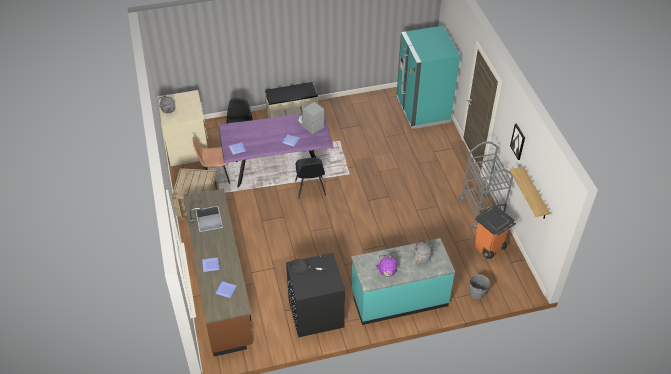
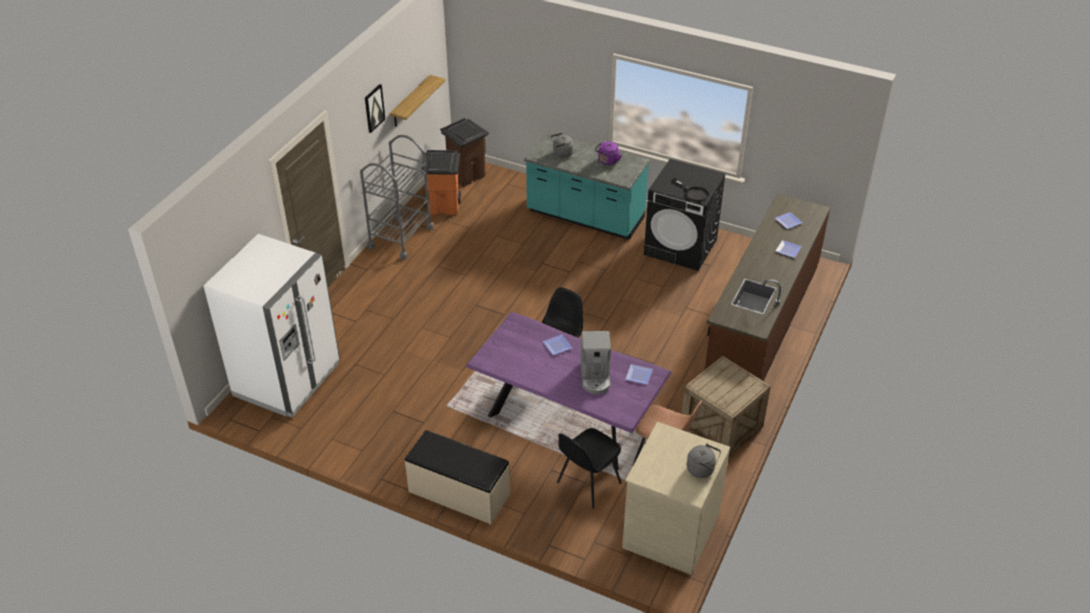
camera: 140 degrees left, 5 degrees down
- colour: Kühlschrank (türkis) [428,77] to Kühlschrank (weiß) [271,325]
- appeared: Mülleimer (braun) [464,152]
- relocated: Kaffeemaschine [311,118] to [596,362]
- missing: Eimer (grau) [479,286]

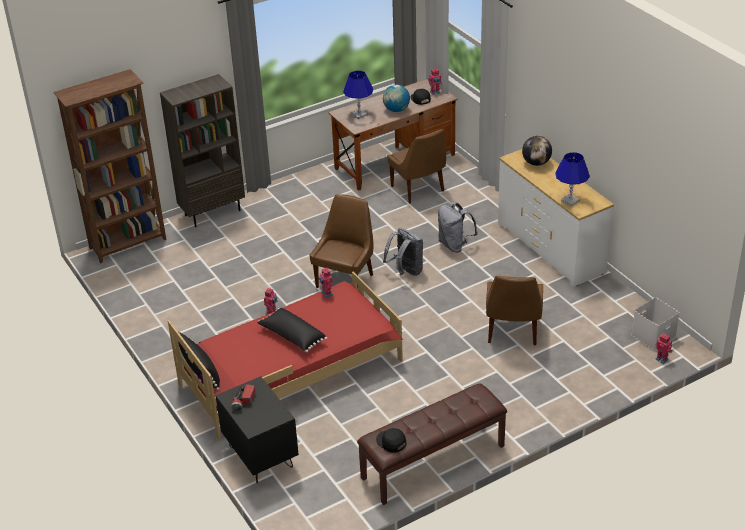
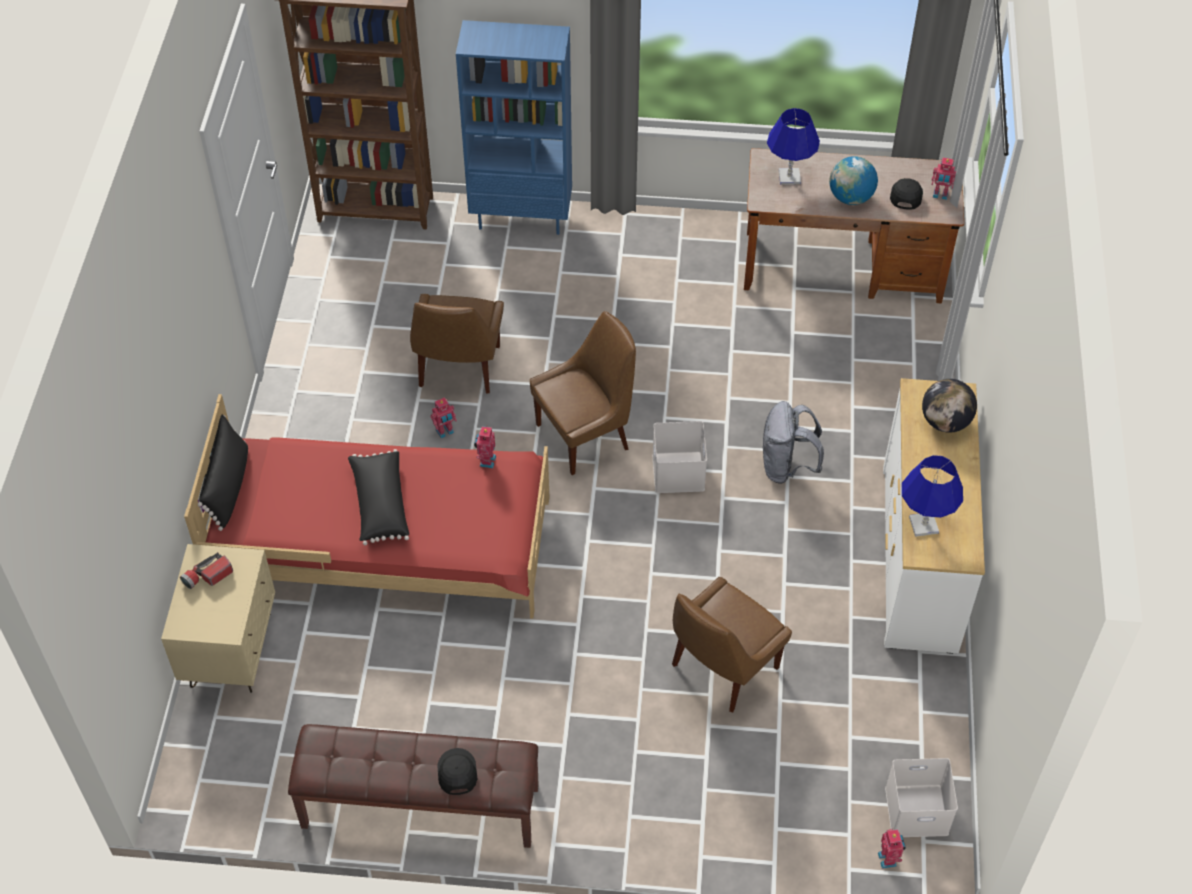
camera: 35 degrees right, 15 degrees up
- colour: Nachttisch (schwarz) [257,429] to Nachttisch (beige) [218,618]
- relocated: Stuhl (braun) [416,166] to [457,344]
- relocated: Kappe (schwarz) [391,440] to [457,771]
- colour: Bücherregal (braun) [202,150] to Bücherregal (blau) [514,127]
- exchanged: Rucksack (grau) [403,252] to Aufbewahrungsbox (weiß) [679,457]

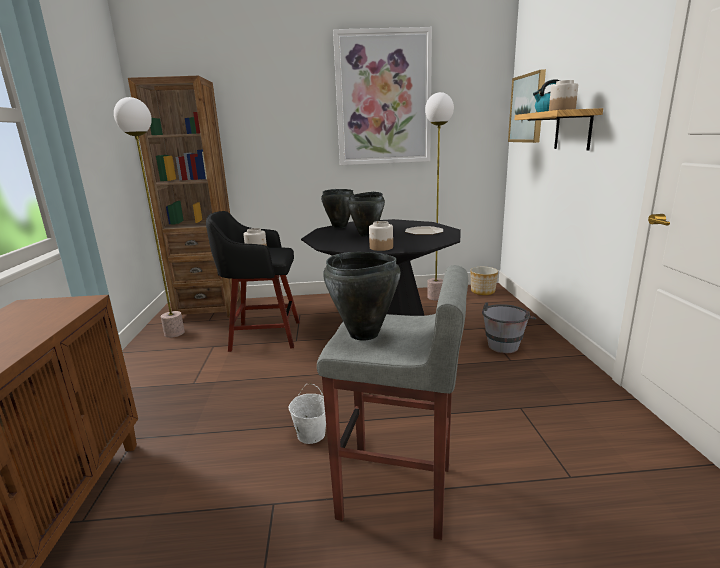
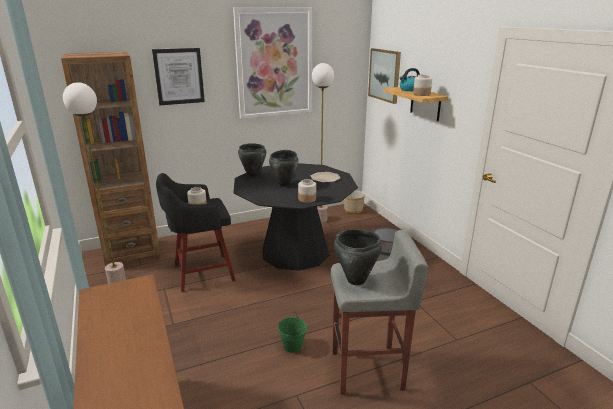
camera: 20 degrees left, 5 degrees up
- appeared: Bild [178,76]
- colour: Eimer (weiß) [307,414] to Eimer (grün) [292,332]

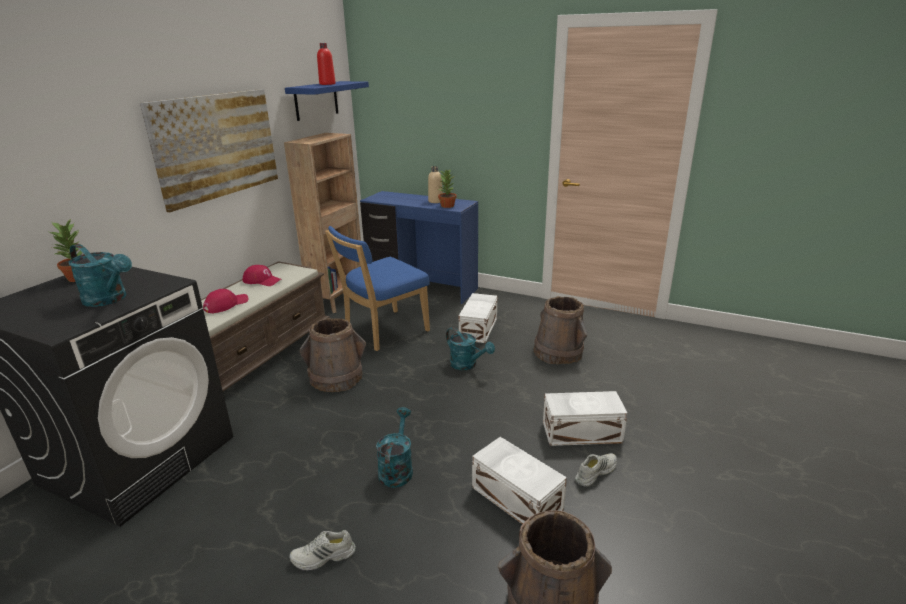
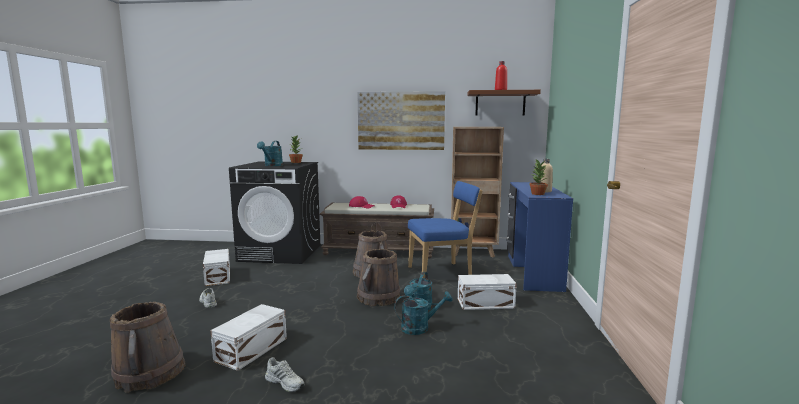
camera: 70 degrees right, 15 degrees down
- relocated: Aufbewahrungsbox (weiß) [585,418] to [216,267]
- relocated: Eimer (braun) [560,330] to [378,277]
- relocated: Gießkanne (türkis) [394,447] to [423,313]
- spun: Stuhl (blau) [377,288] = [445,229] 135 degrees clockwise
- colour: Wandregal (blau) [327,101] to Wandregal (braun) [504,103]

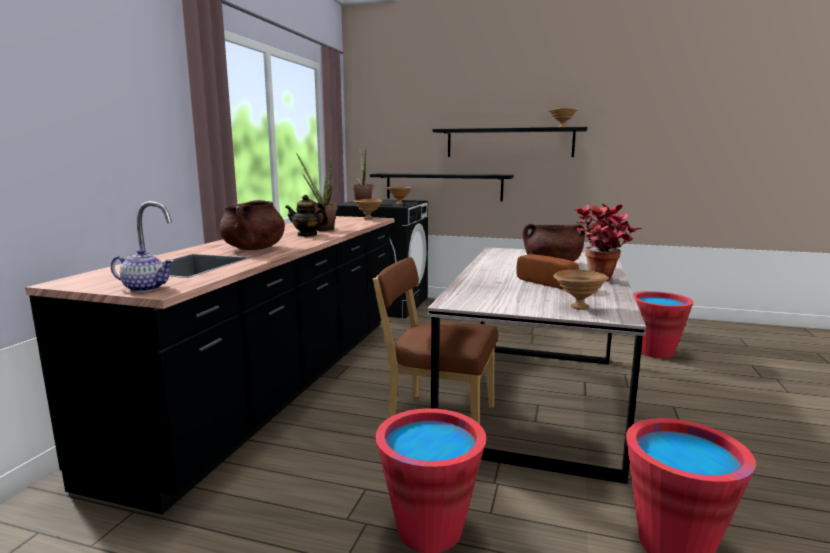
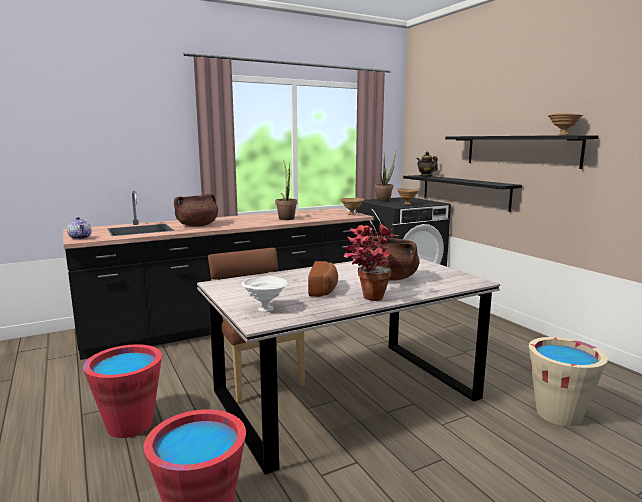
camera: 45 degrees right, 0 degrees up
- colour: Schüssel (braun) [581,290] to Schüssel (weiß) [264,294]
- relocated: Teekanne [307,216] to [427,164]
- colour: Eimer (rot) [663,324] to Eimer (beige) [568,381]

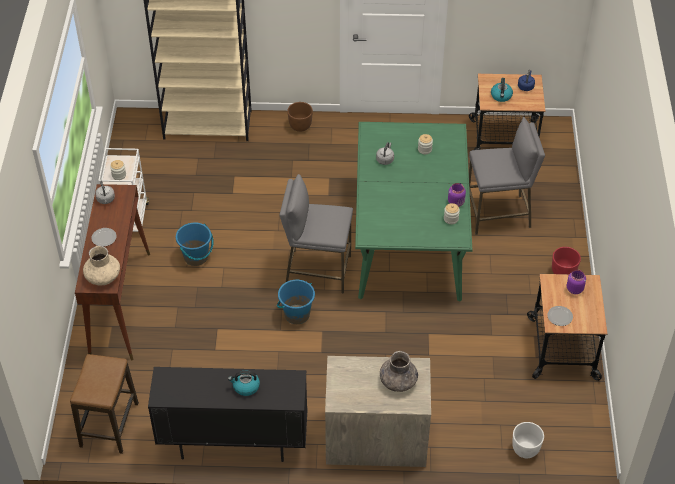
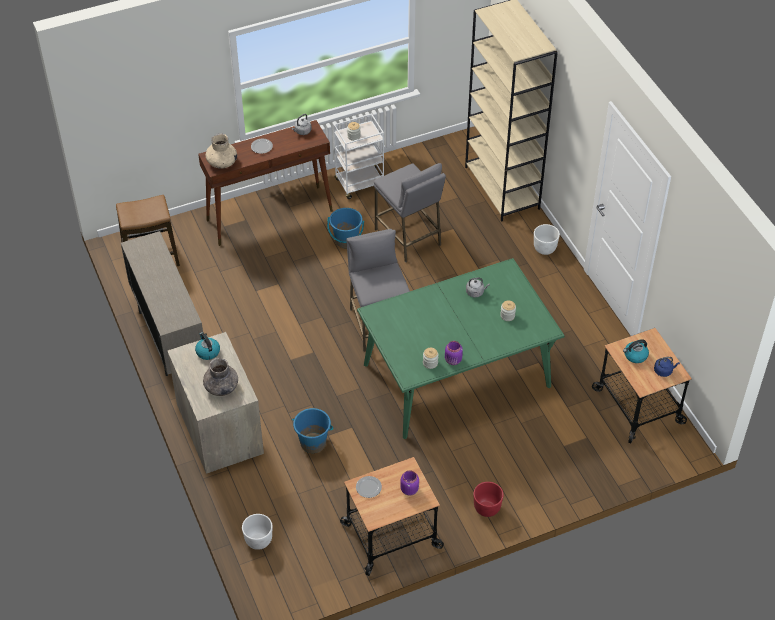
camera: 65 degrees right, 0 degrees up
- colour: Schrank (schwarz) [228,414] to Schrank (beige) [164,303]
- relocated: Wasserkessel [244,383] to [207,346]
- relocated: Eimer (blau) [296,302] to [313,430]
- relocated: Hocker (grau) [507,176] to [410,212]
- colour: Pflanzkübel (braun) [300,117] to Pflanzkübel (weiß) [547,239]

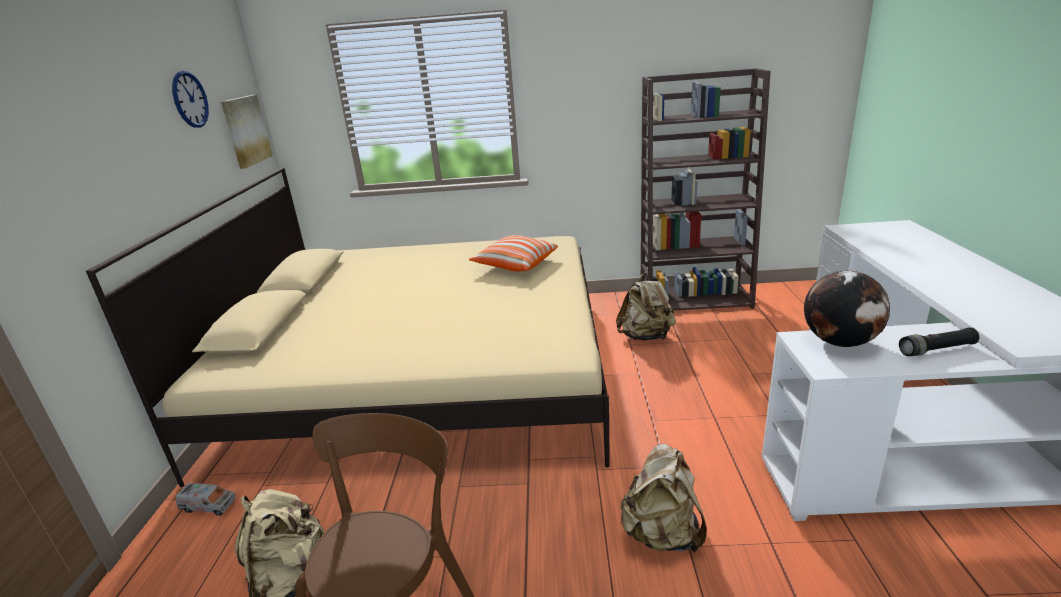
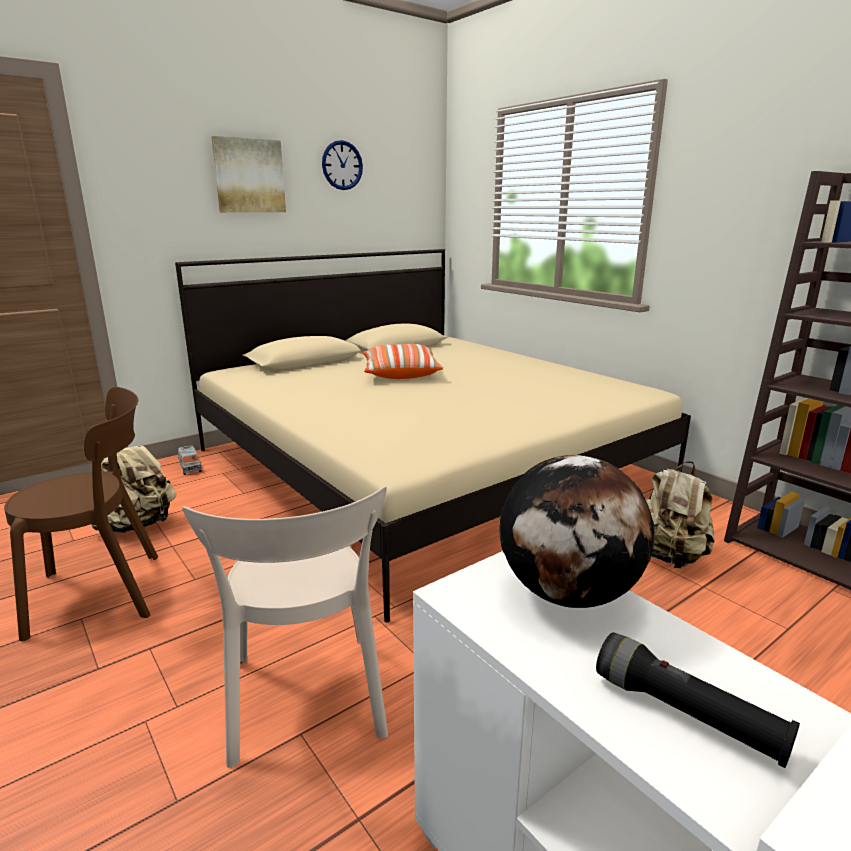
camera: 50 degrees right, 5 degrees down
- exchanged: Rucksack (beige) [663,498] to Stuhl (beige) [285,627]
- relocated: Bild [247,132] to [248,174]
- relocated: Kissen [513,253] to [403,361]

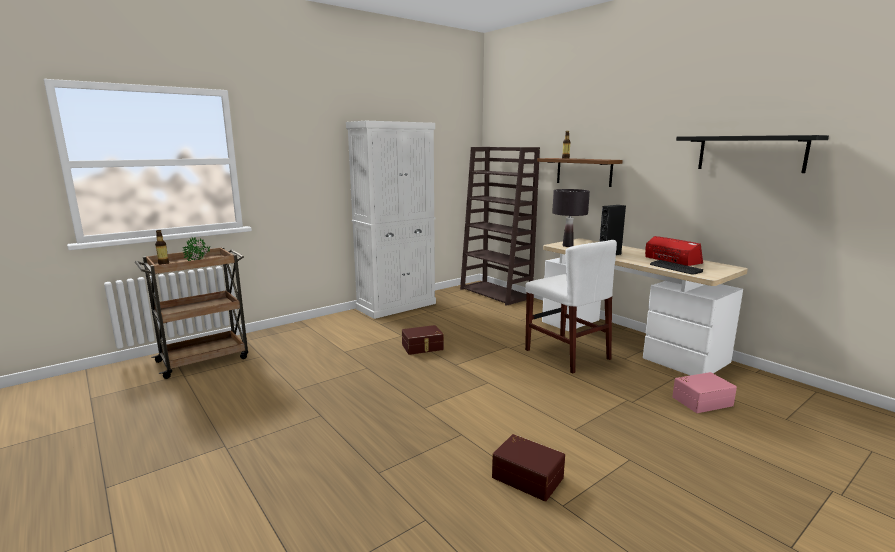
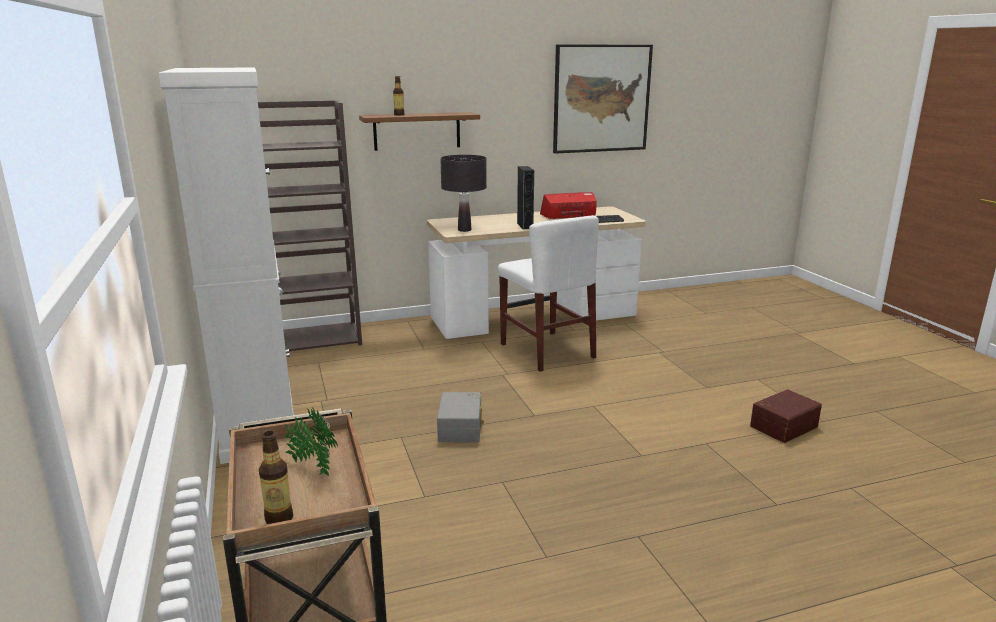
camera: 70 degrees left, 5 degrees up
- colour: Aufbewahrungsbox (braun) [423,340] to Aufbewahrungsbox (grau) [460,417]
- spun: Stuhl (weiß) [571,306] = [548,293] 75 degrees clockwise
- exchanged: Wandregal (schwarz) [752,154] to Bild [603,99]
- missing: Aufbewahrungsbox (rosa) [704,392]

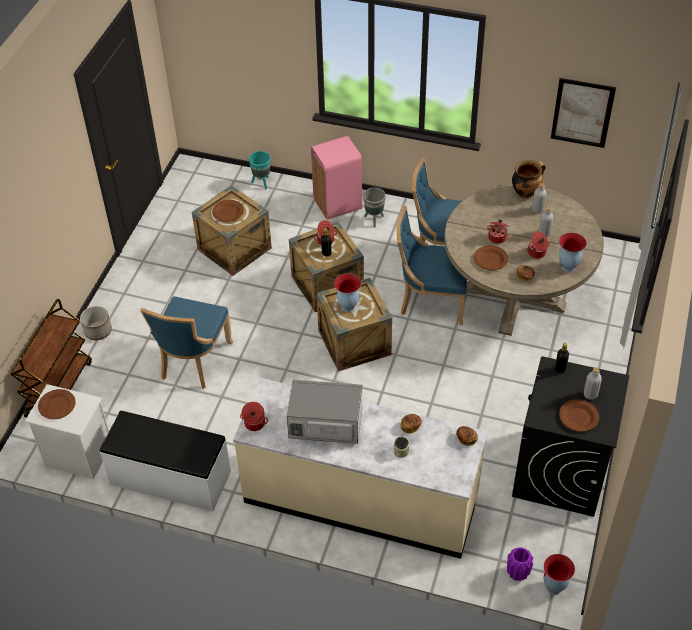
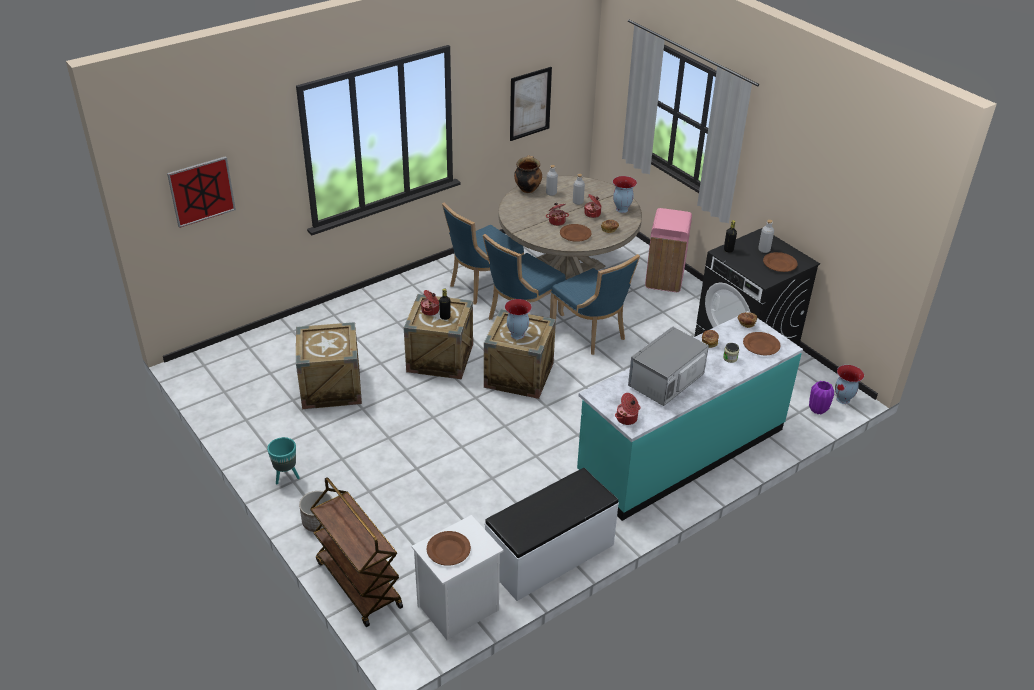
camera: 55 degrees left, 10 degrees down
- appeared: Bild [201,192]
- relocated: Pflanzkübel (türkis) [260,170] to [283,460]
- relocated: Stuhl (blau) [186,342] to [595,304]
- colour: Küchenzeile (beige) [360,468] to Küchenzeile (türkis) [690,416]
- relocated: Mülleimer (rosa) [336,178] to [668,250]
- relocated: Teller (braun) [228,211] to [761,343]
- missing: Pflanzkübel (grau) [374,208]

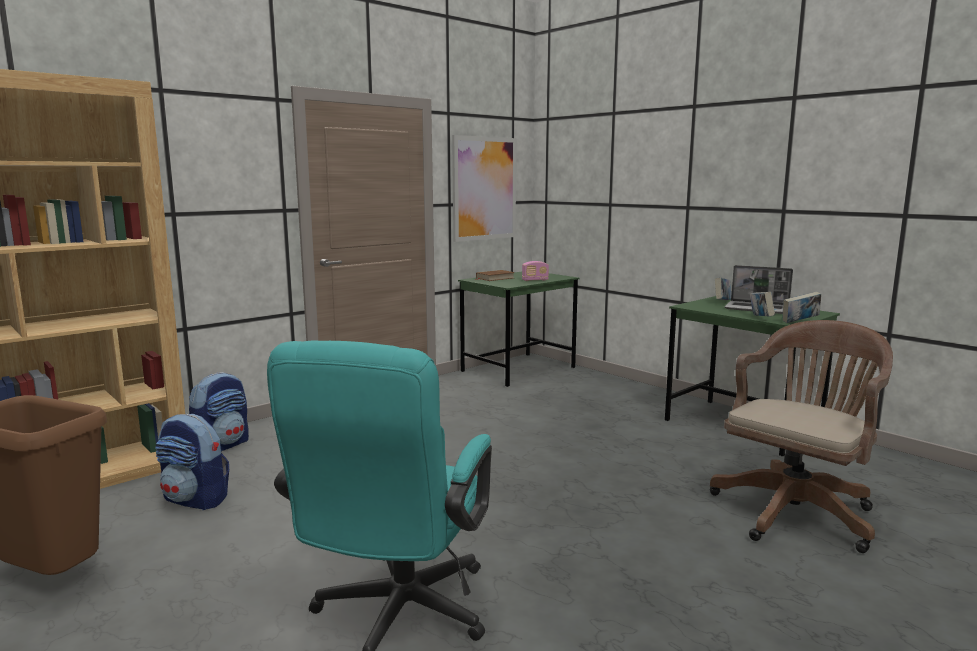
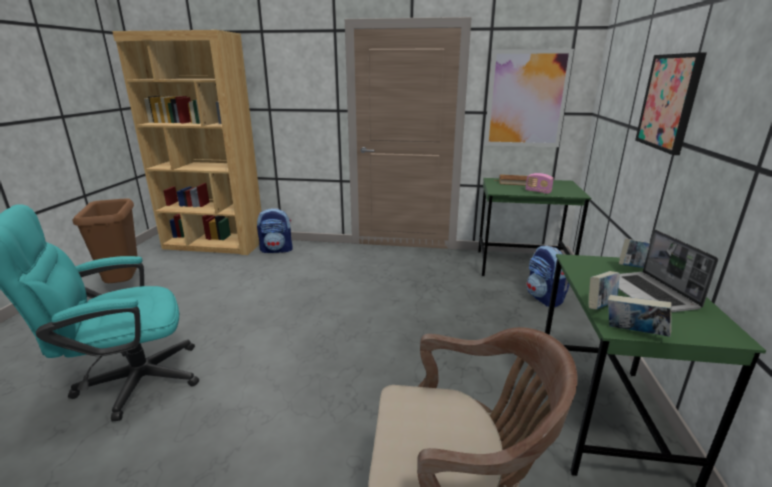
camera: 50 degrees right, 10 degrees up
- relocated: Rucksack [192,462] to [548,276]
- appeared: Bild [671,103]

